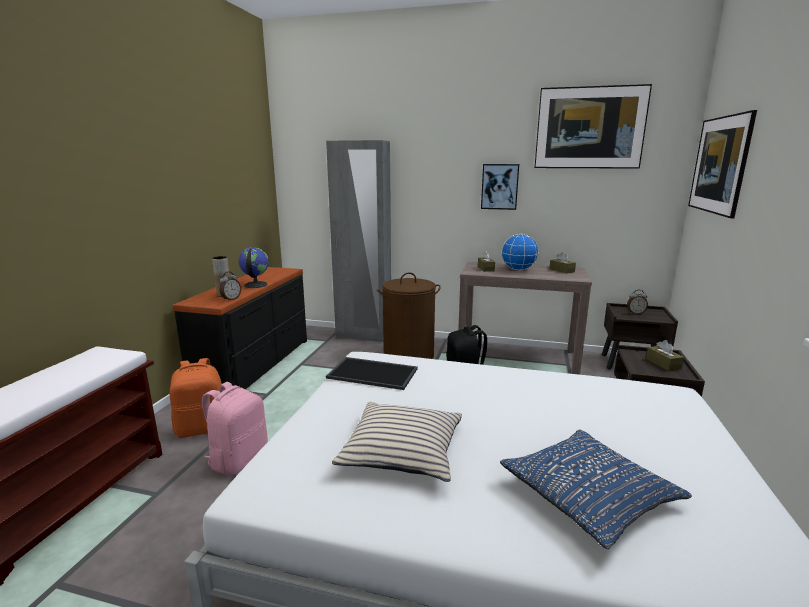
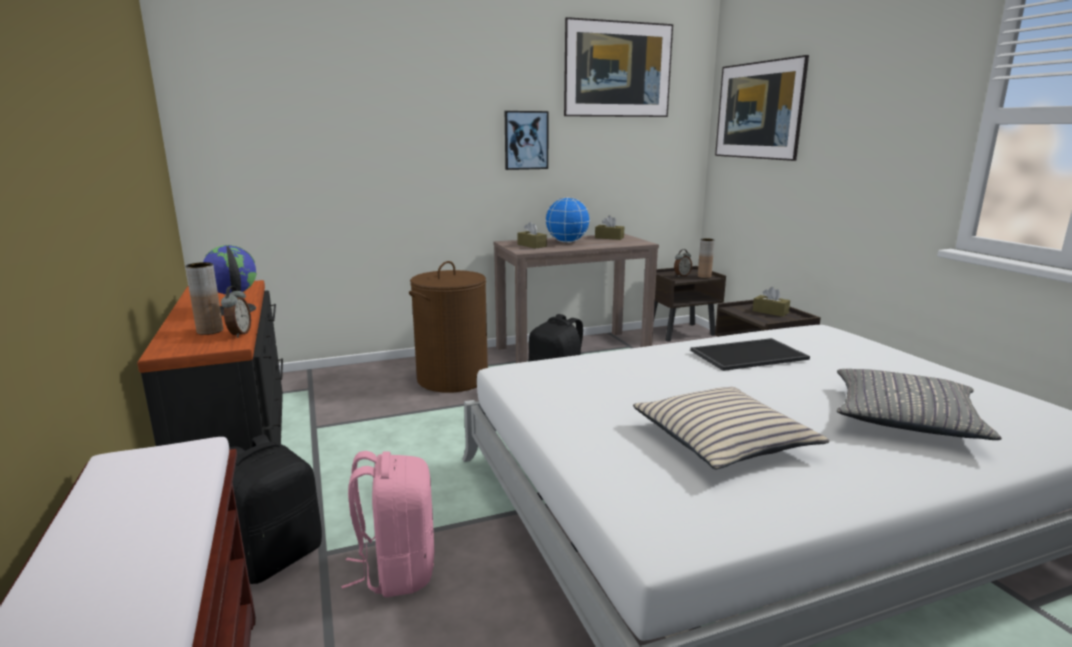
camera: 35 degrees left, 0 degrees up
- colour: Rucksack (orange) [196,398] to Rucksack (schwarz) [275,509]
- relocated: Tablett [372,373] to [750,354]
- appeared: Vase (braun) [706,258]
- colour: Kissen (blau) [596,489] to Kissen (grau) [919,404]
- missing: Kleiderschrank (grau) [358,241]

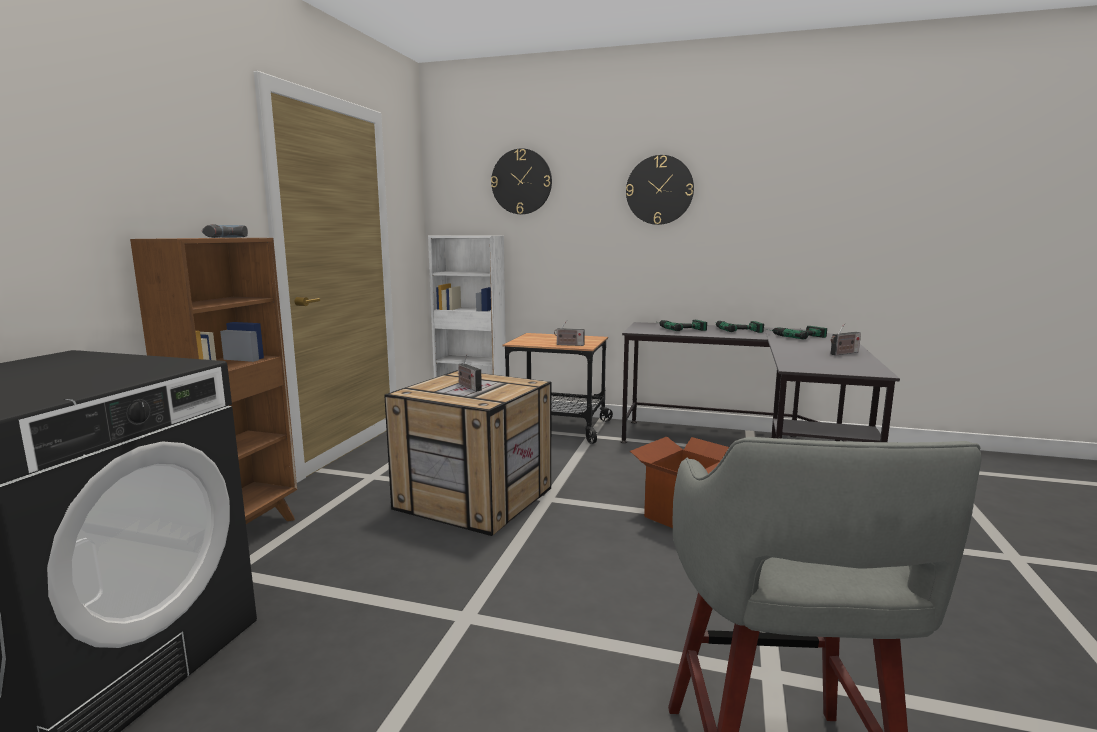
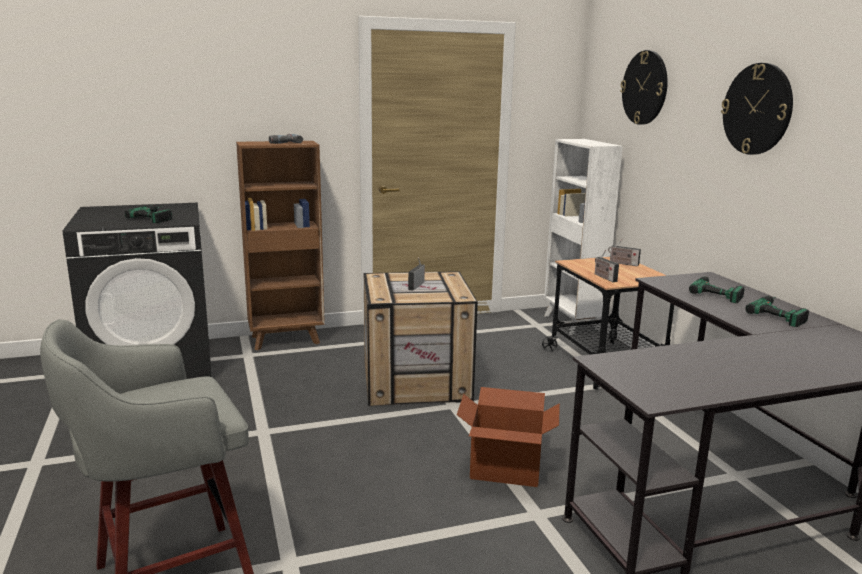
camera: 55 degrees right, 5 degrees up
- relocated: Bohrmaschine [796,332] to [148,214]
- relocated: Radio [846,338] to [624,252]

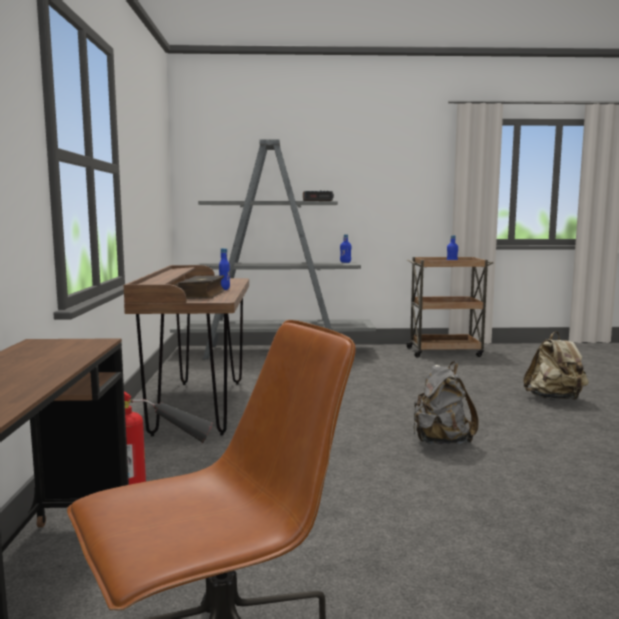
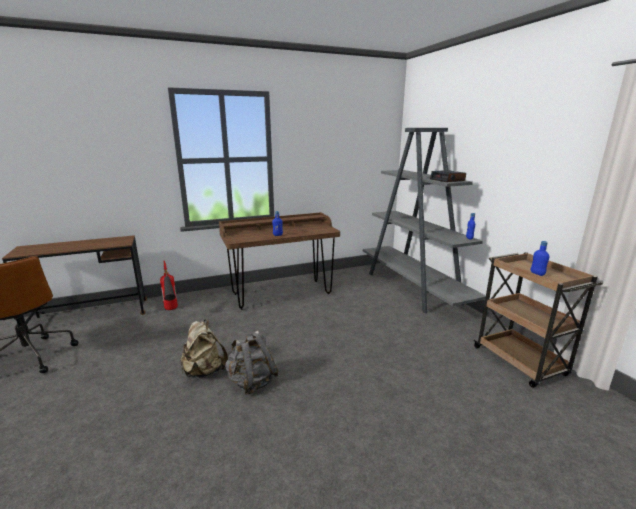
camera: 70 degrees right, 10 degrees up
- relocated: Rucksack (beige) [556,365] to [204,348]
- missing: Buch [200,287]

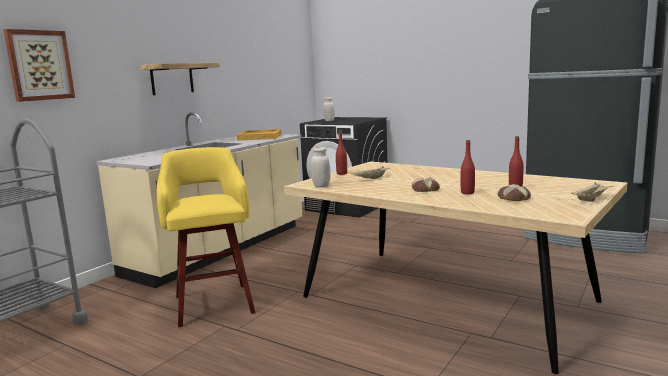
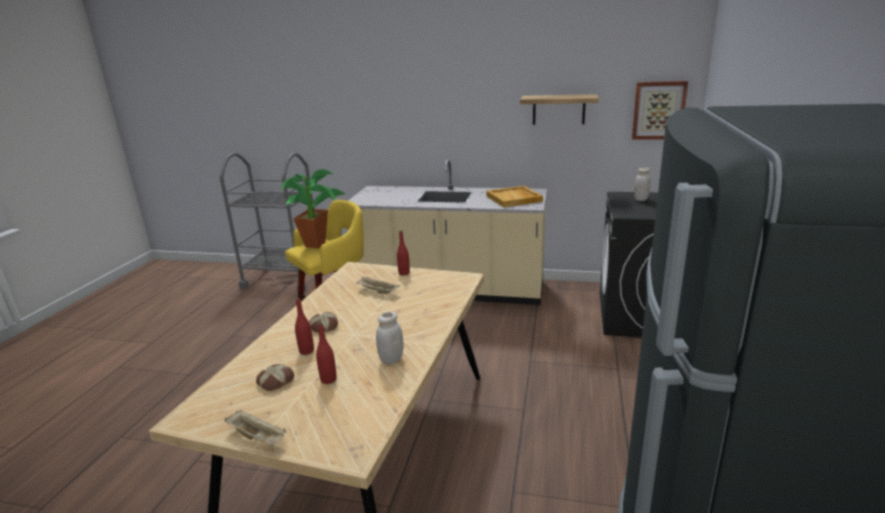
camera: 70 degrees right, 10 degrees up
- appeared: Topfpflanze [313,208]
- relocated: Vorratsglas (weiß) [321,167] to [389,337]
- relocated: Wandregal [180,79] to [559,109]
- relocated: Bild [39,65] to [660,110]

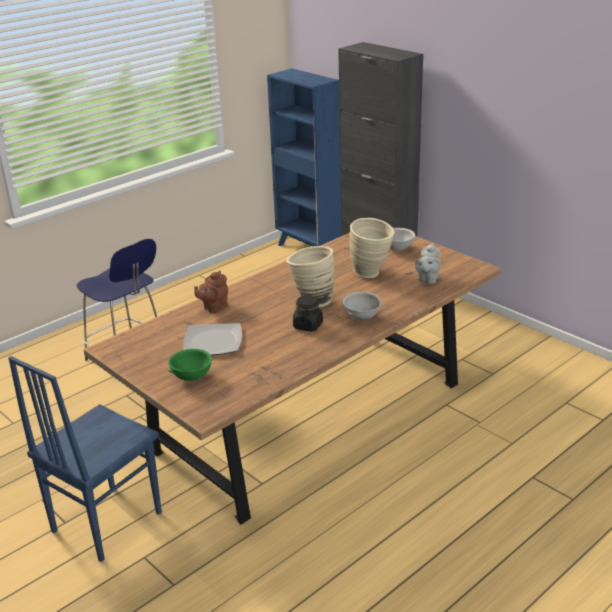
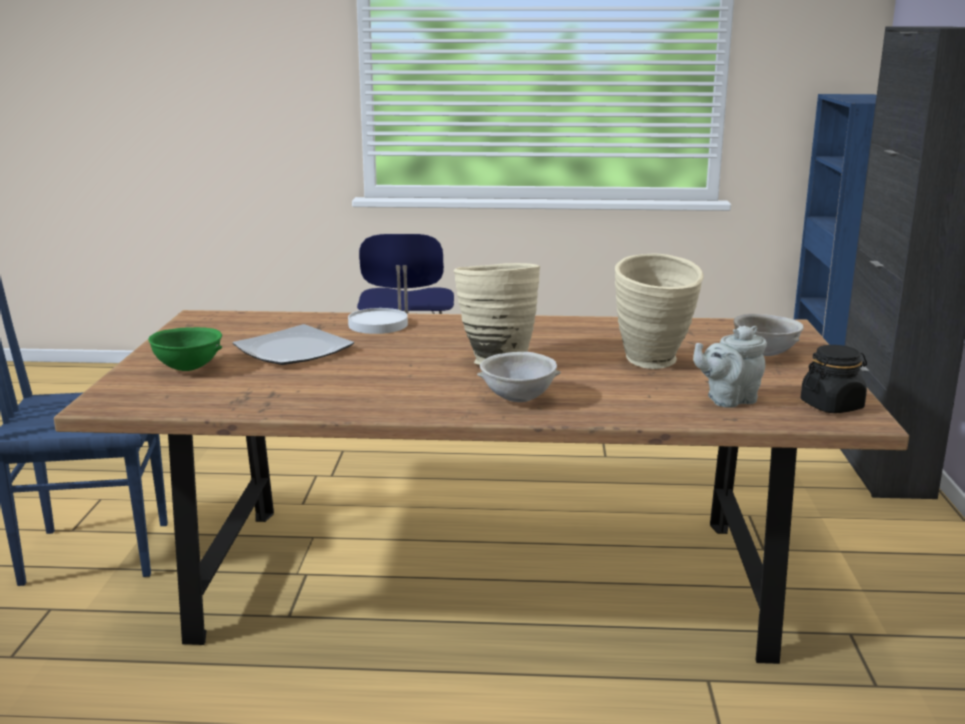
camera: 45 degrees right, 10 degrees down
- exchanged: Teekanne (braun) [211,292] to Teller (weiß) [378,321]
- relocated: Vorratsglas (schwarz) [308,313] to [833,379]

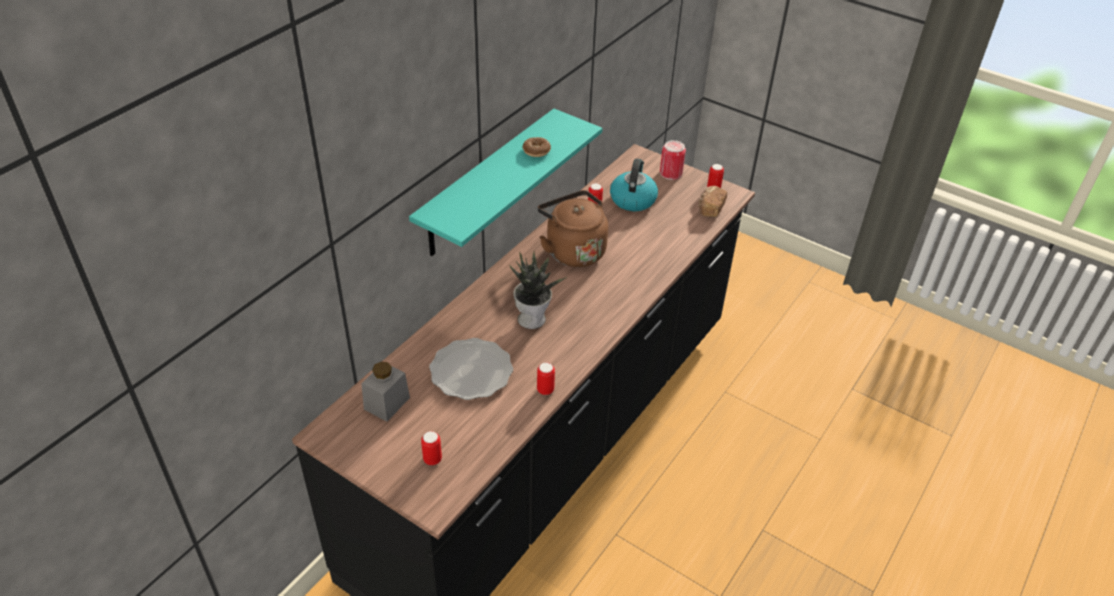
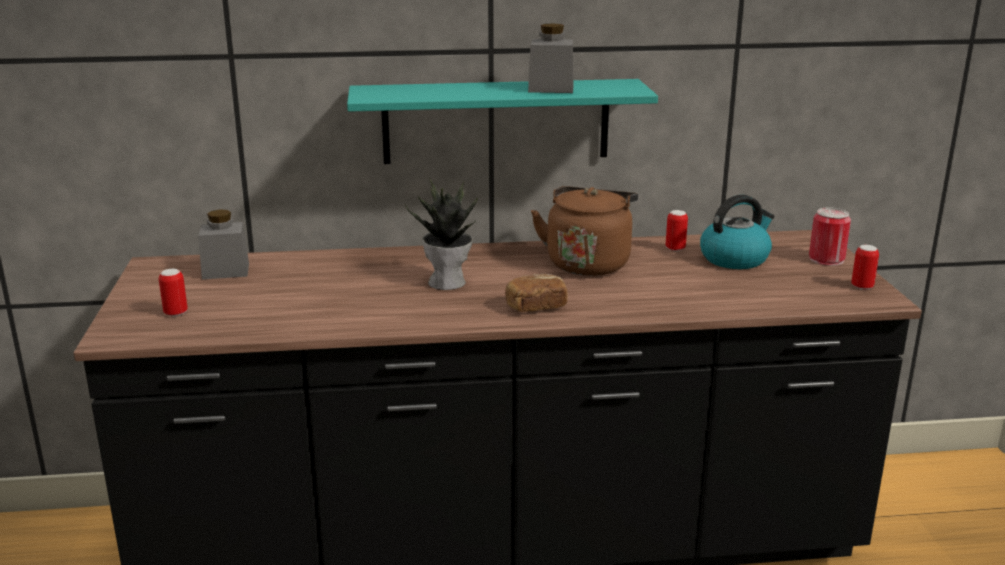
camera: 50 degrees right, 20 degrees down
- relocated: Brot [712,201] to [536,293]
- exchanged: Donut [536,147] to Vorratsglas (grau) [550,58]
- missing: Teller [471,369]
- missing: Dose [546,379]

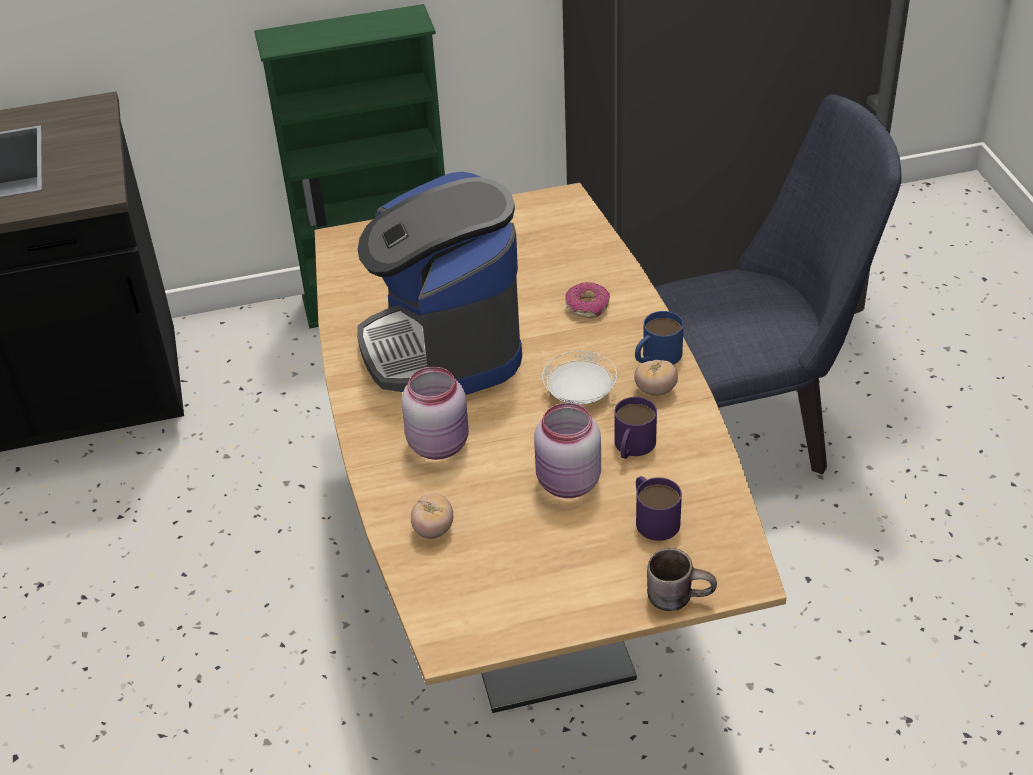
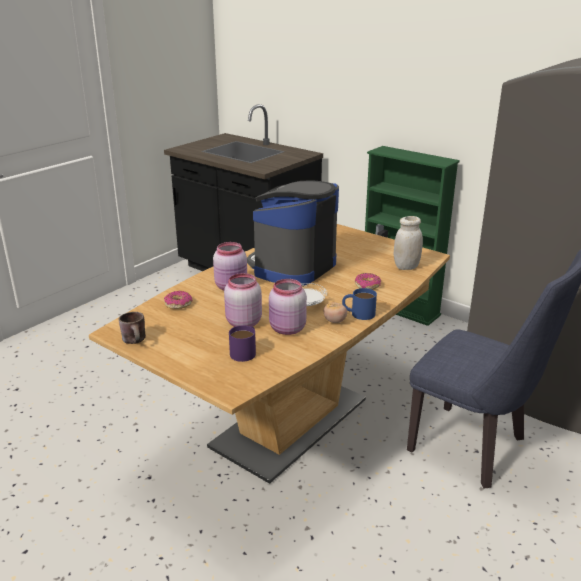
camera: 50 degrees right, 15 degrees down
- relocated: Henkelbecher (braun) [682,579] to [132,328]
- exchanged: Tomate [432,516] to Donut [178,300]
- exchanged: Henkelbecher (lila) [635,428] to Vorratsglas (rosa) [288,307]
- appeared: Vorratsglas (weiß) [408,243]

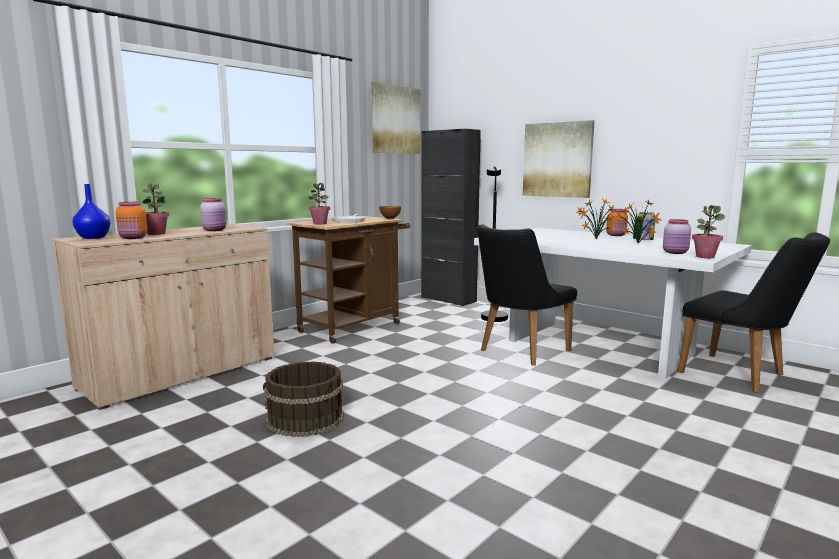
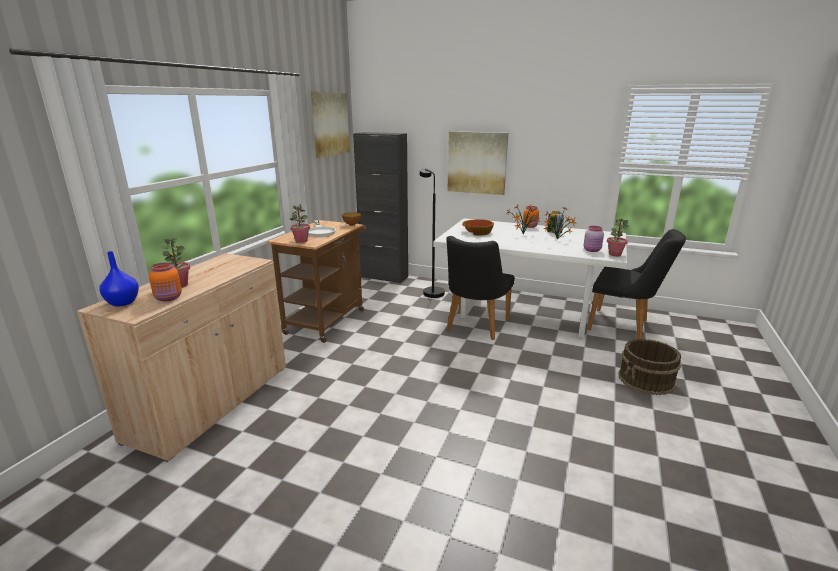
camera: 20 degrees left, 10 degrees up
- appeared: Schüssel [478,227]
- relocated: Eimer (braun) [303,399] to [650,367]
- missing: Vorratsglas (rosa) [213,214]

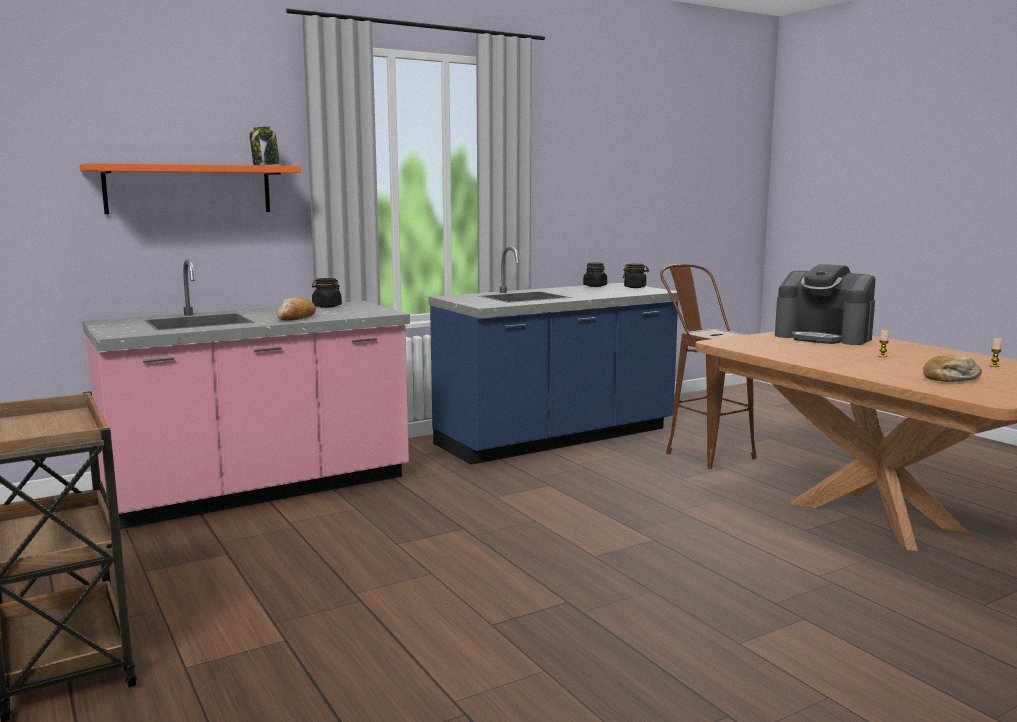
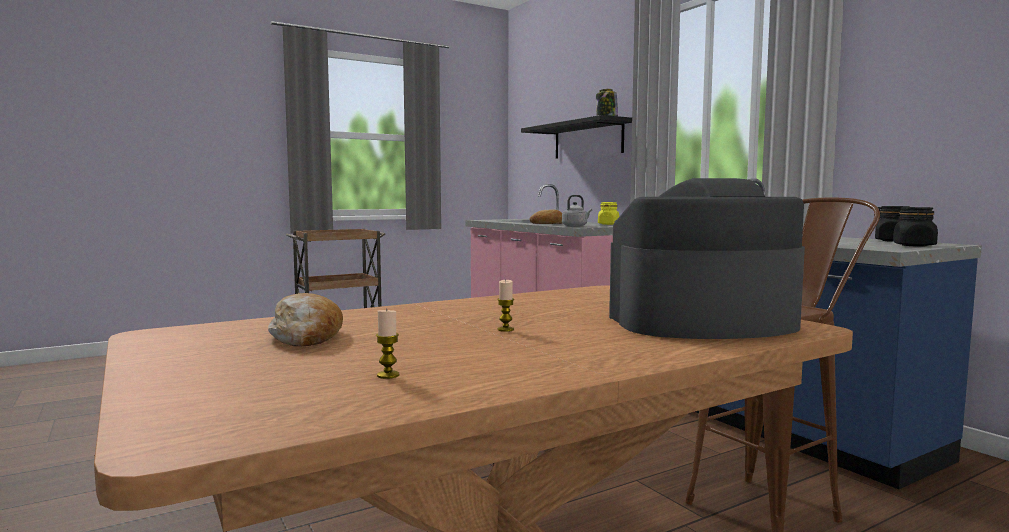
camera: 90 degrees right, 5 degrees down
- colour: Wandregal (orange) [190,188] to Wandregal (schwarz) [576,137]
- appeared: Wasserkessel (grau) [577,211]
- colour: Vorratsglas (schwarz) [327,293] to Vorratsglas (gelb) [608,213]
- spun: Kaffeemaschine [825,304] = [707,258] 45 degrees clockwise

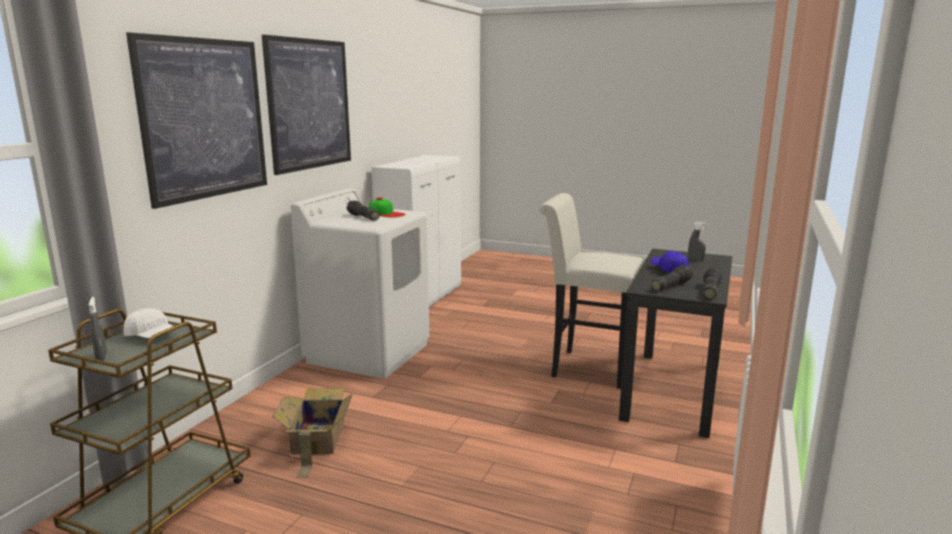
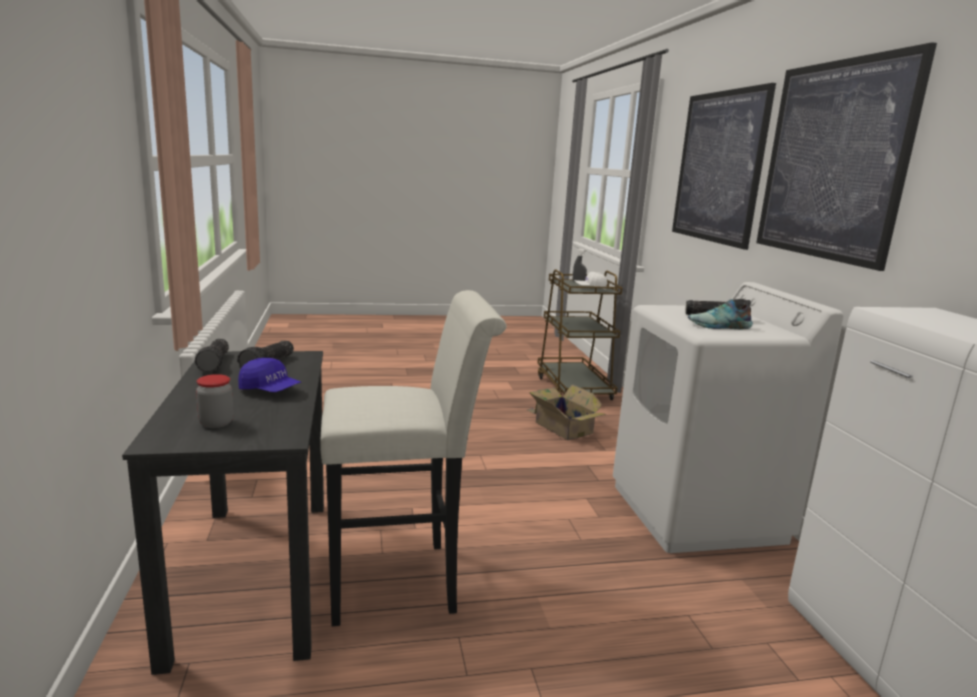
camera: 145 degrees right, 0 degrees up
- exchanged: Sprühflasche (grau) [697,241] to Vorratsglas [215,401]
- exchanged: Kappe [387,207] to Schuh [720,314]

